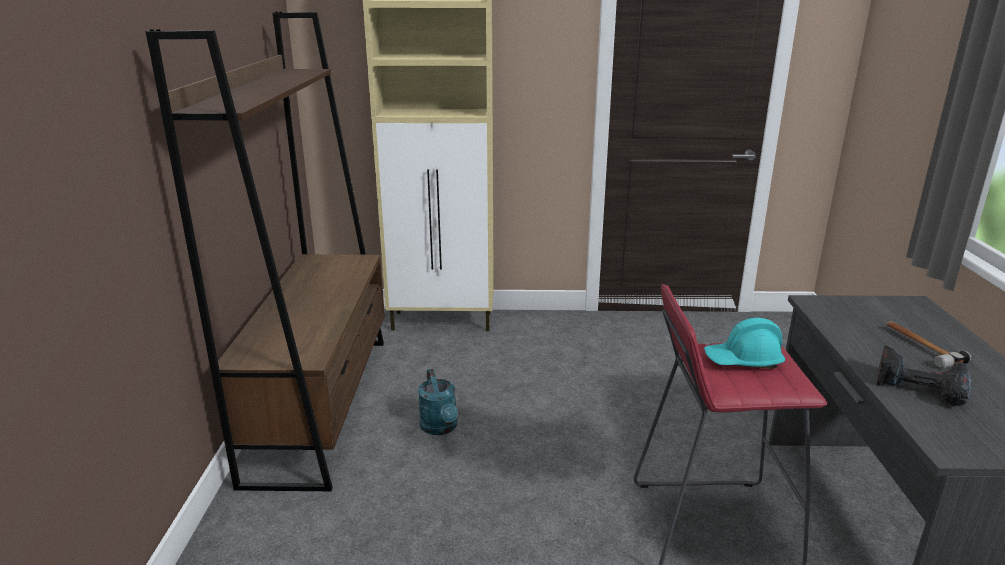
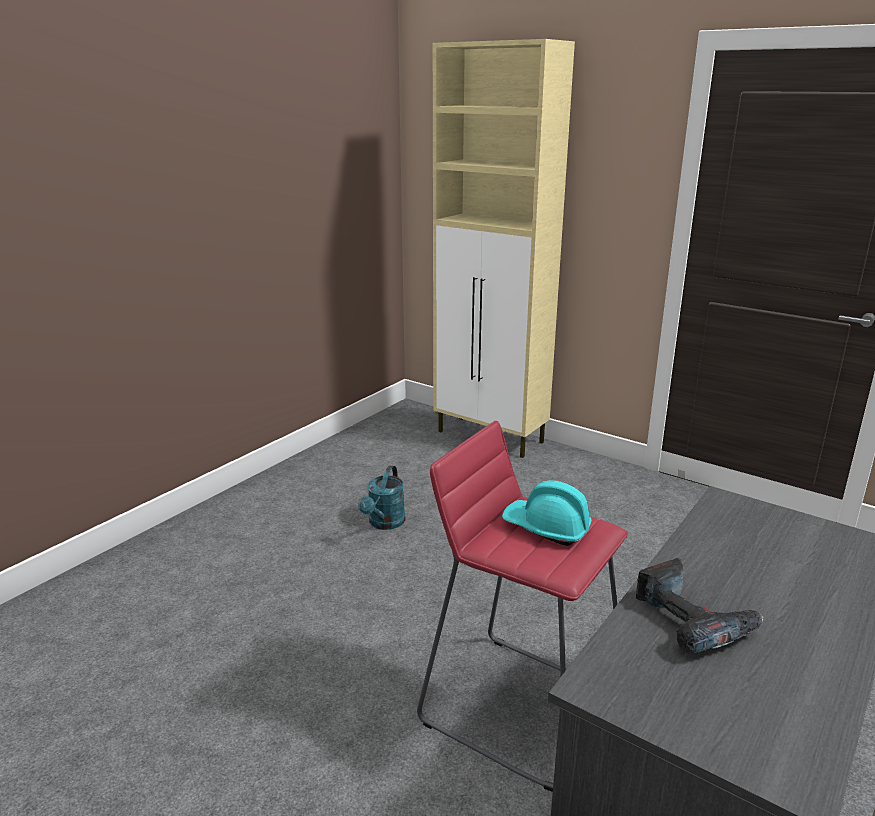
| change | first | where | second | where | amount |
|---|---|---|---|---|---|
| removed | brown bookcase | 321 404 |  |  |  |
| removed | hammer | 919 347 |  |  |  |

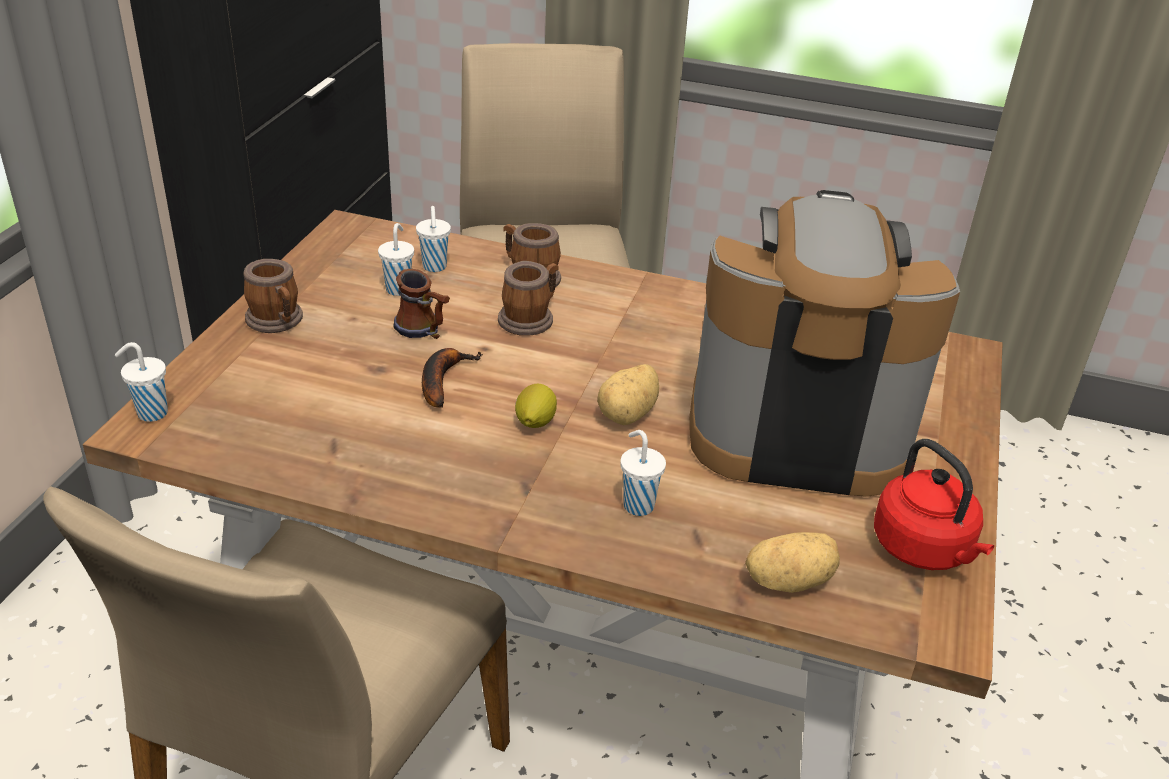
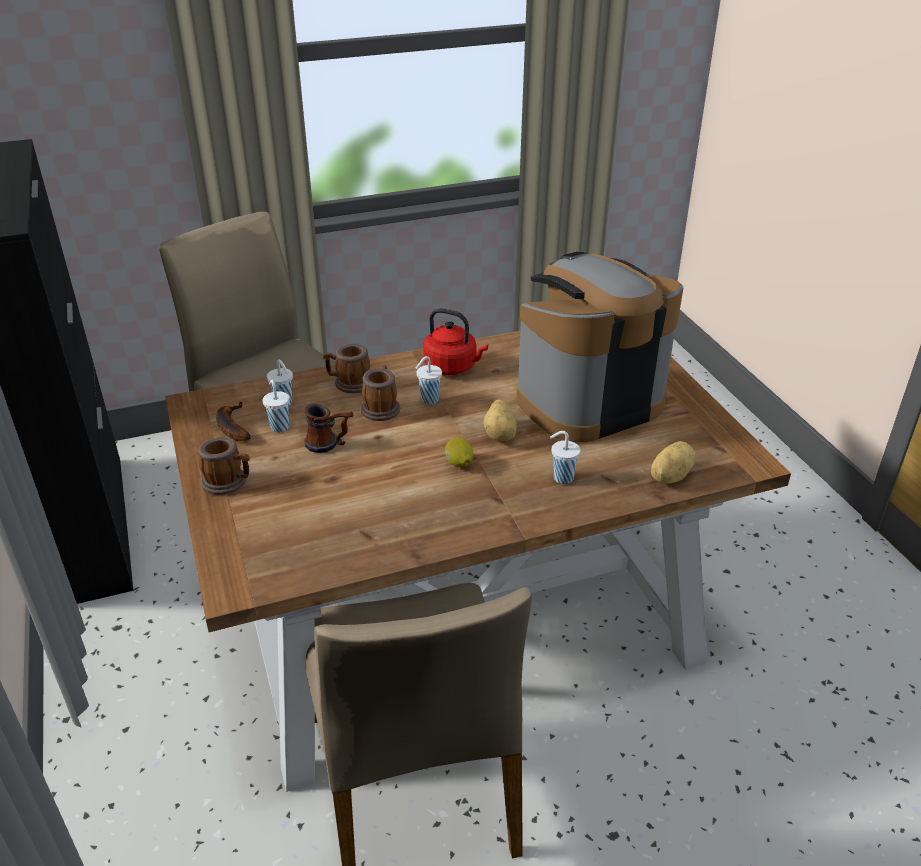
| change | first | where | second | where | amount |
|---|---|---|---|---|---|
| moved | white cup | 150 413 |  | 428 400 |  |
| moved | banana | 442 380 |  | 231 426 |  |
| moved | red kettle | 925 549 |  | 453 367 |  |

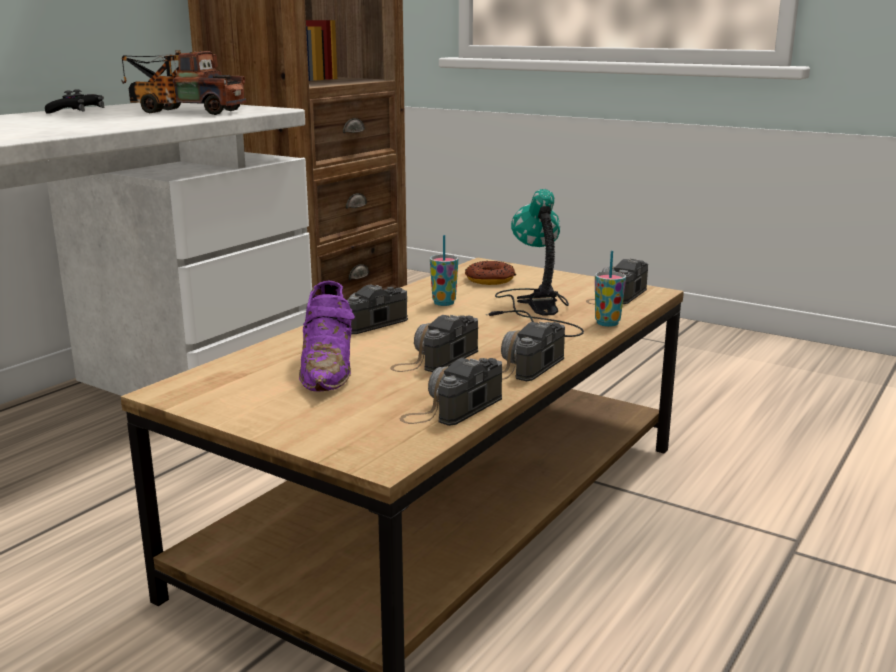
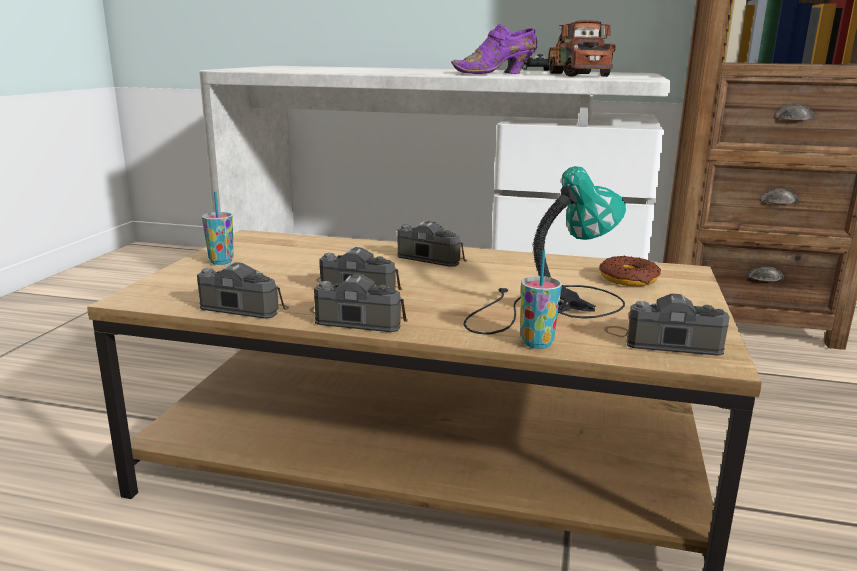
| change | first | where | second | where | amount |
|---|---|---|---|---|---|
| moved | purple shoe | 328 368 |  | 497 73 |  |
| moved | cup | 444 303 |  | 221 262 |  |

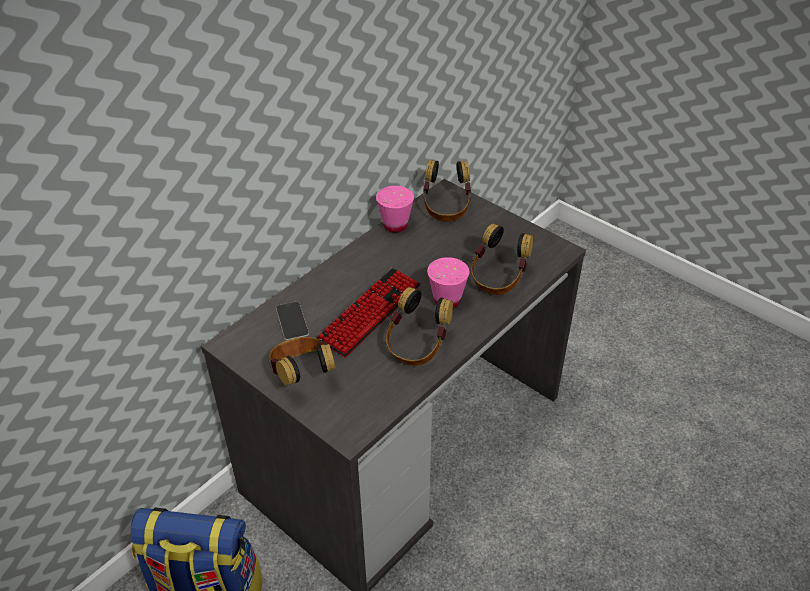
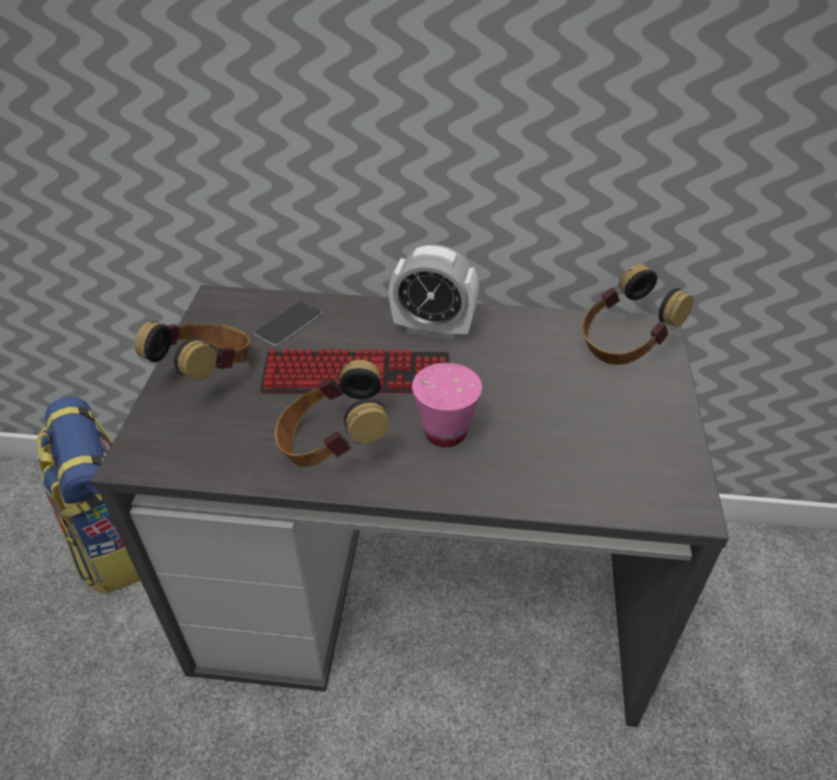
| change | first | where | second | where | amount |
|---|---|---|---|---|---|
| removed | pink cup | 395 225 |  |  |  |
| removed | headphones | 498 278 |  |  |  |
| added |  |  | alarm clock | 433 329 |  |

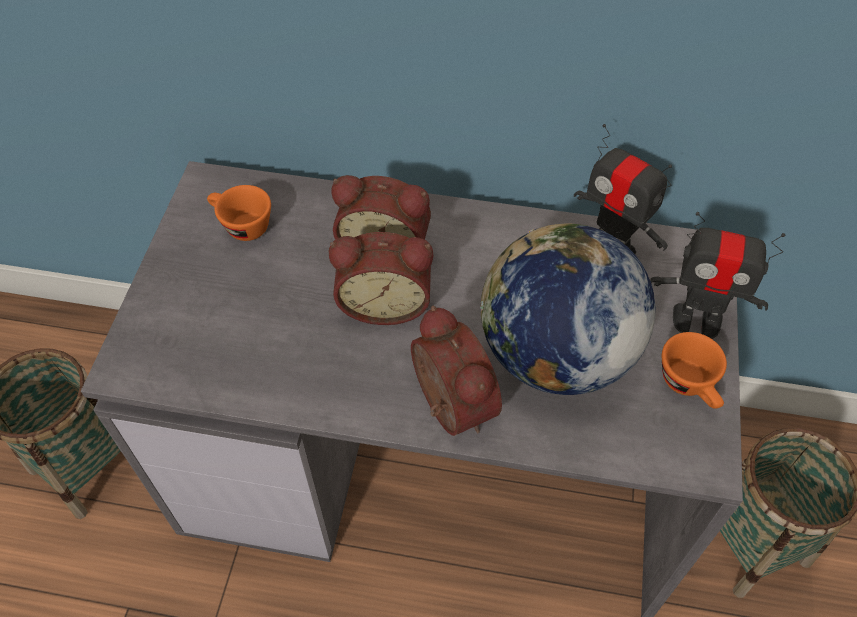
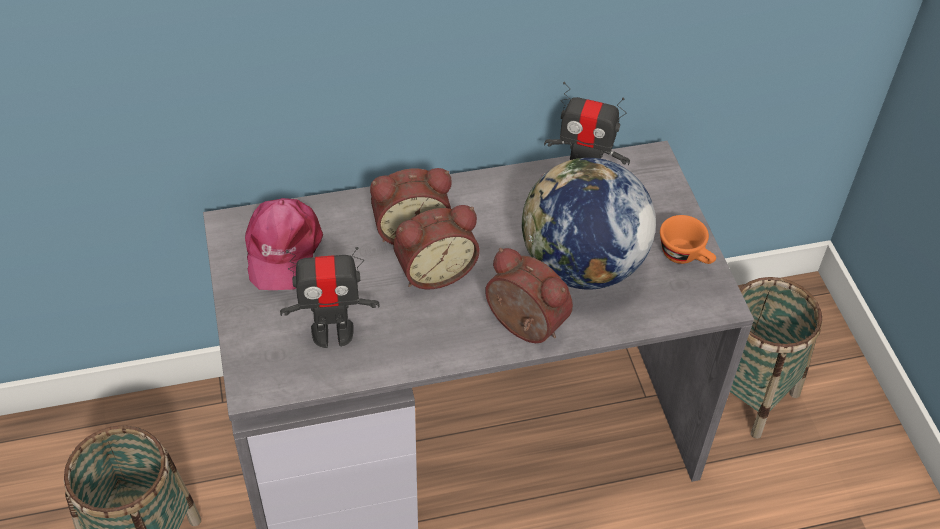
| change | first | where | second | where | amount |
|---|---|---|---|---|---|
| replaced | orange cup | 241 225 | pink cap | 282 249 |  |
| moved | toy robot | 696 320 |  | 332 332 |  |

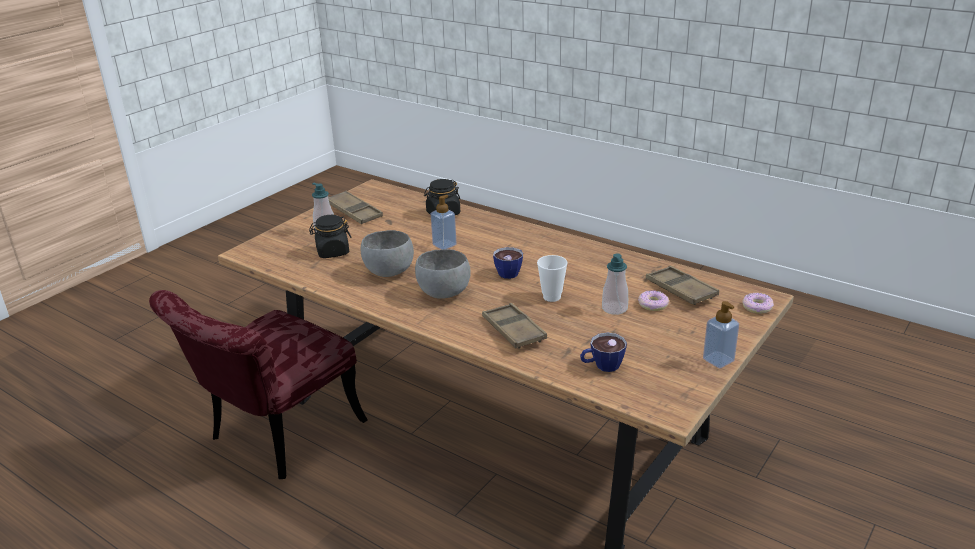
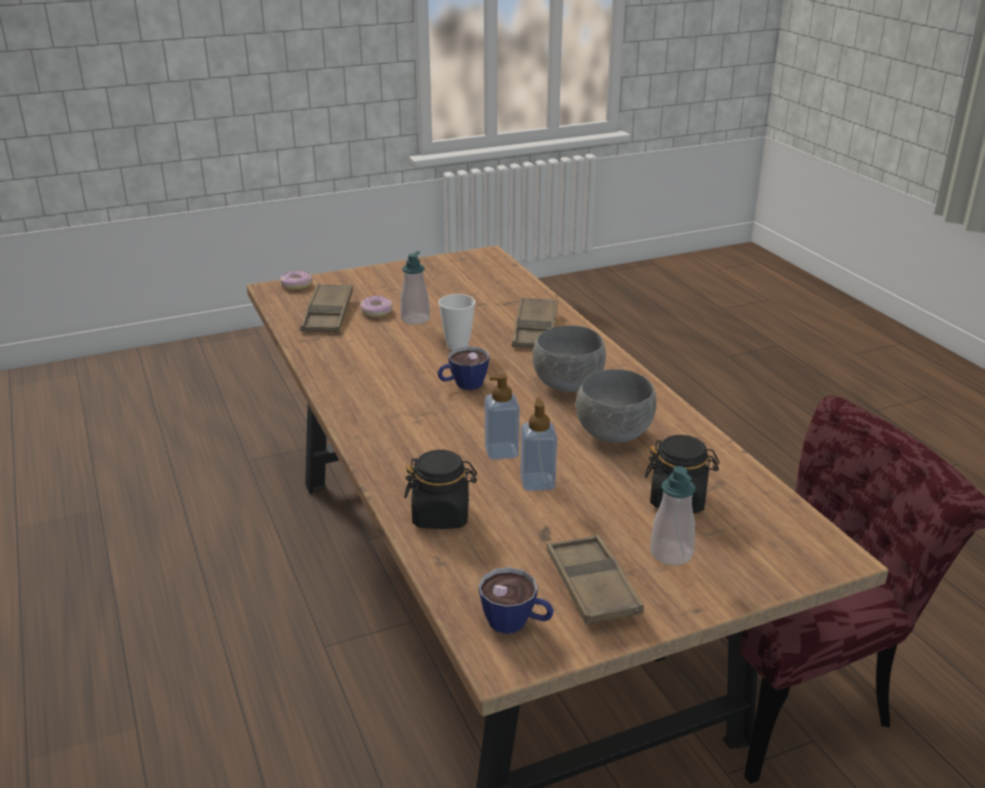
| change | first | where | second | where | amount |
|---|---|---|---|---|---|
| moved | cup | 602 366 |  | 516 623 |  |
| moved | soap dispenser | 718 360 |  | 537 482 |  |

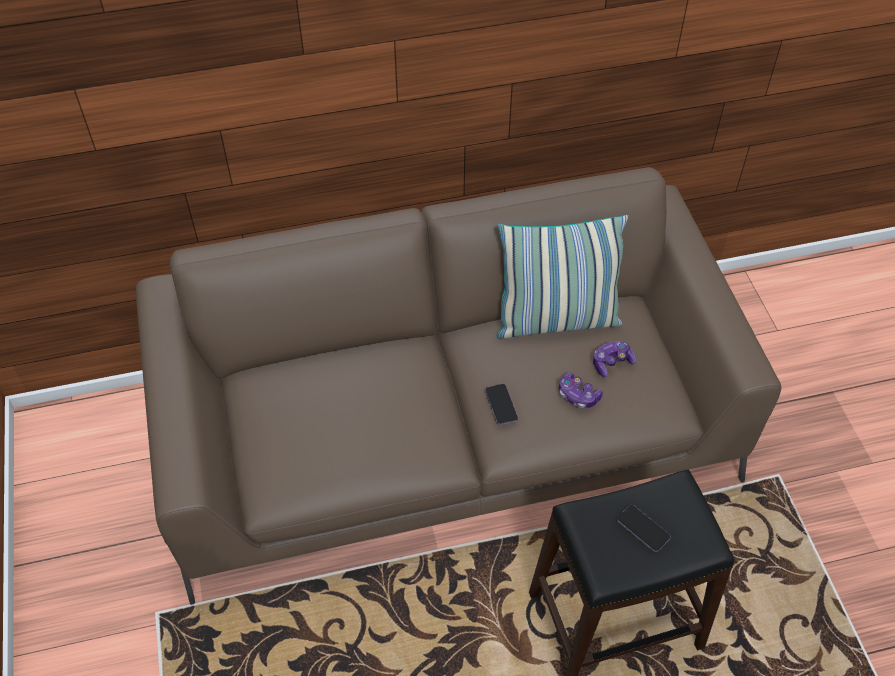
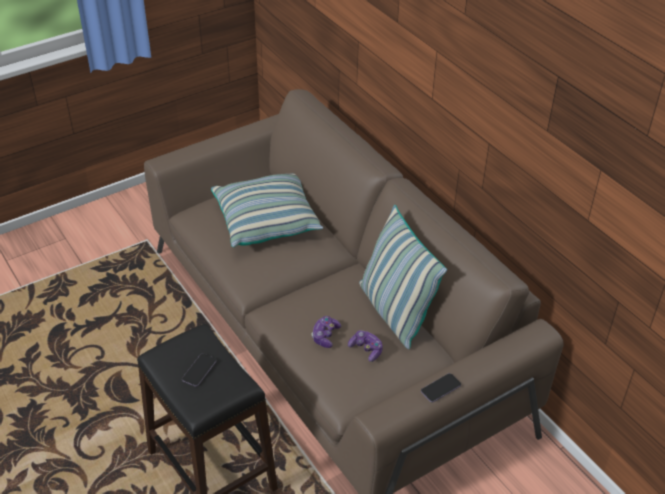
| change | first | where | second | where | amount |
|---|---|---|---|---|---|
| moved | phone | 501 405 |  | 440 388 |  |
| added |  |  | pillow | 267 221 |  |

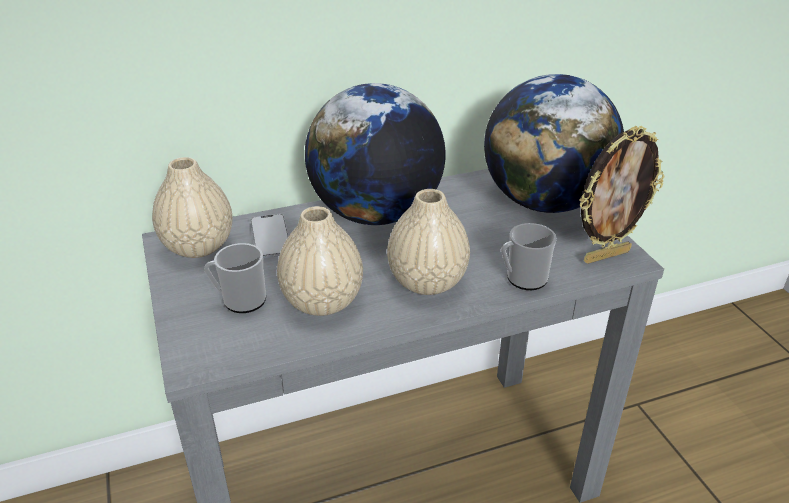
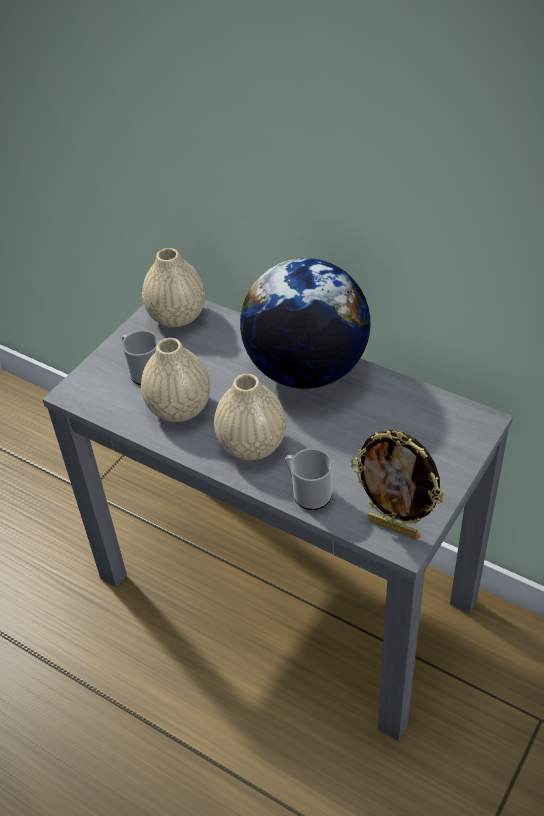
| change | first | where | second | where | amount |
|---|---|---|---|---|---|
| removed | phone | 270 237 |  |  |  |
| removed | globe | 545 202 |  |  |  |

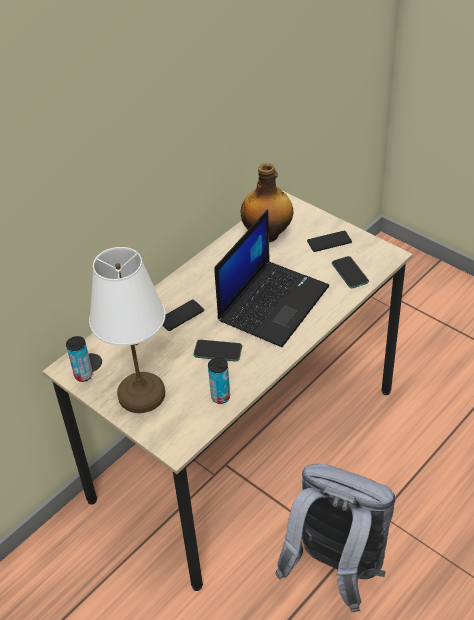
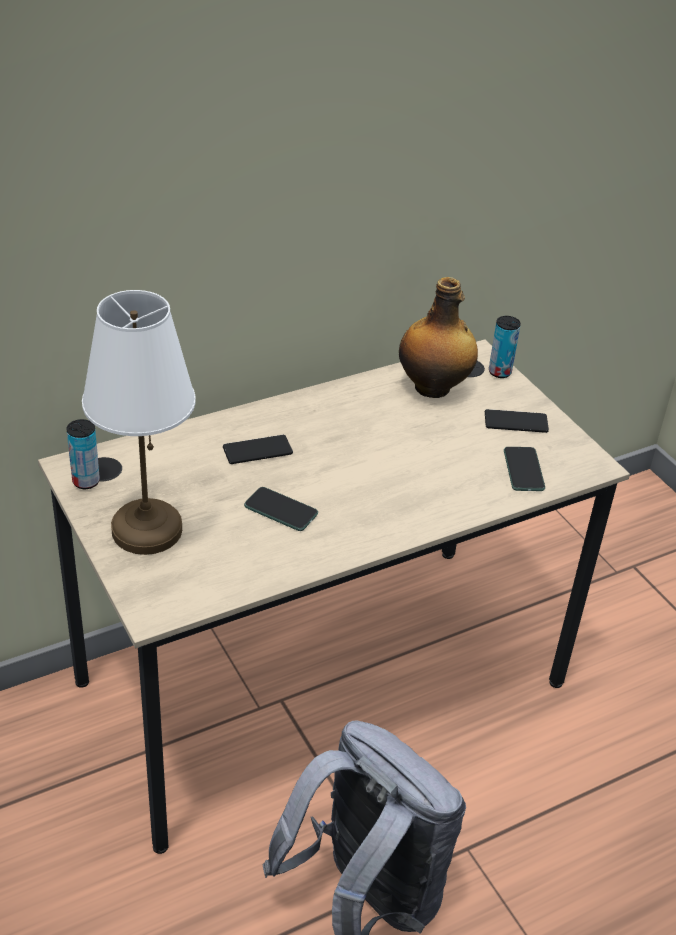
| change | first | where | second | where | amount |
|---|---|---|---|---|---|
| moved | can | 220 397 |  | 499 372 |  |
| removed | laptop | 273 302 |  |  |  |

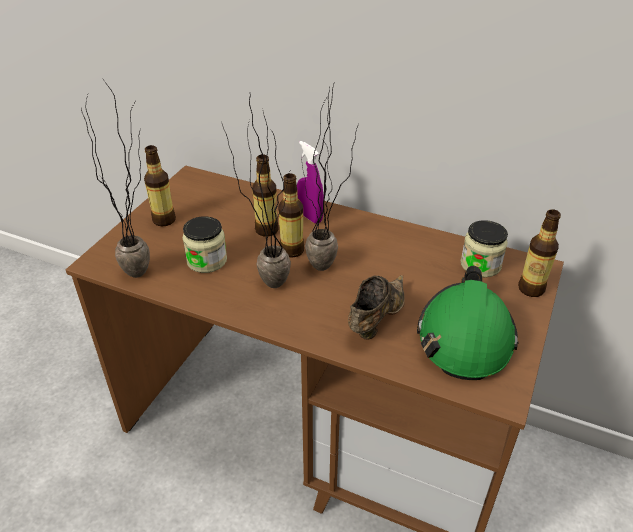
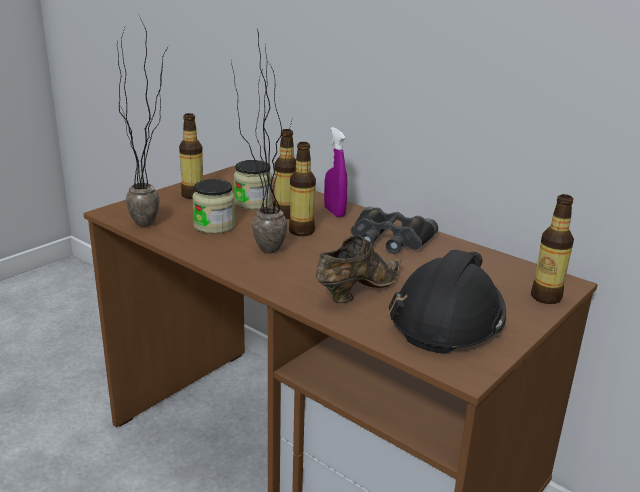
| change | first | where | second | where | amount |
|---|---|---|---|---|---|
| removed | potted plant | 326 272 |  |  |  |
| recoloured | green hard hat | 465 336 | black hard hat | 447 319 |  |
| moved | jar | 480 265 |  | 253 203 |  |
| added |  |  | black binoculars | 389 239 |  |

